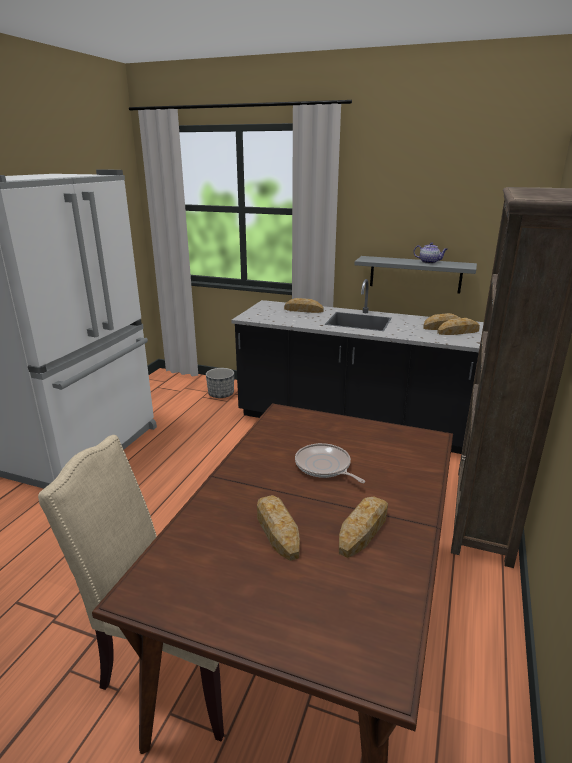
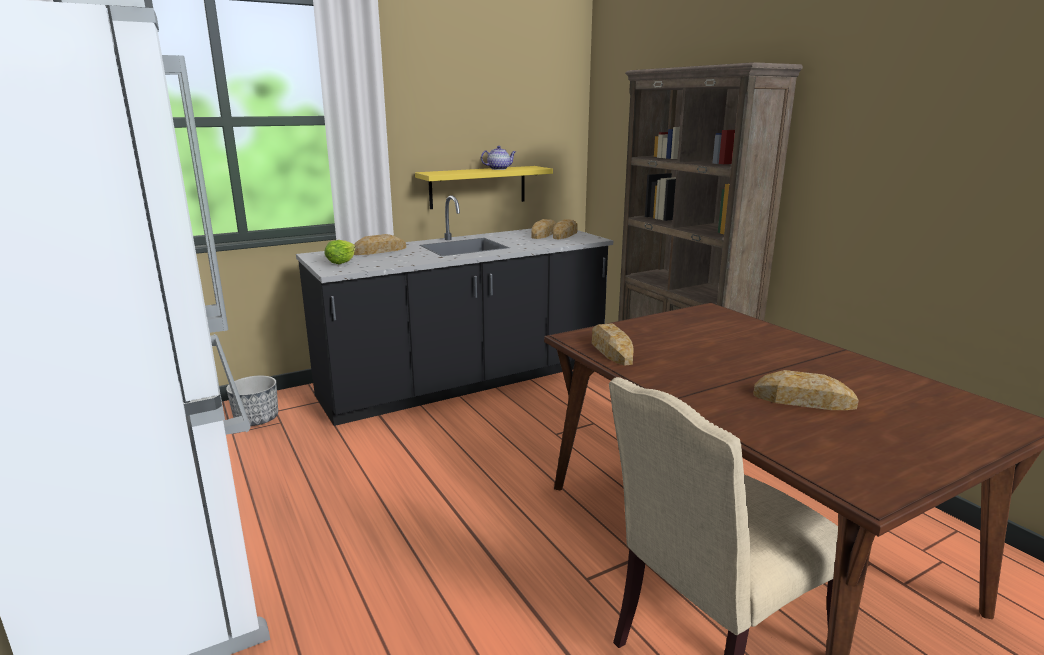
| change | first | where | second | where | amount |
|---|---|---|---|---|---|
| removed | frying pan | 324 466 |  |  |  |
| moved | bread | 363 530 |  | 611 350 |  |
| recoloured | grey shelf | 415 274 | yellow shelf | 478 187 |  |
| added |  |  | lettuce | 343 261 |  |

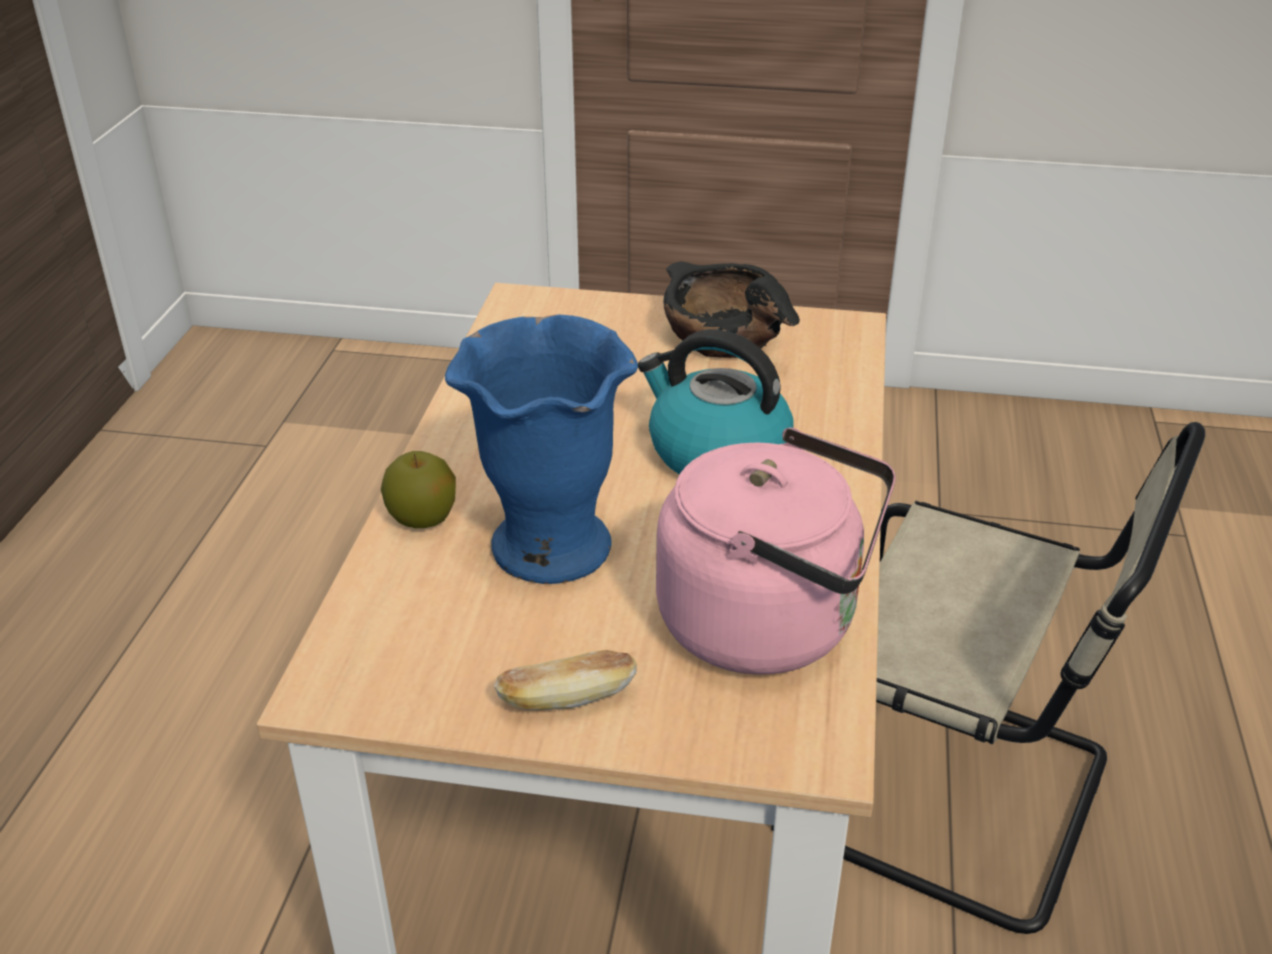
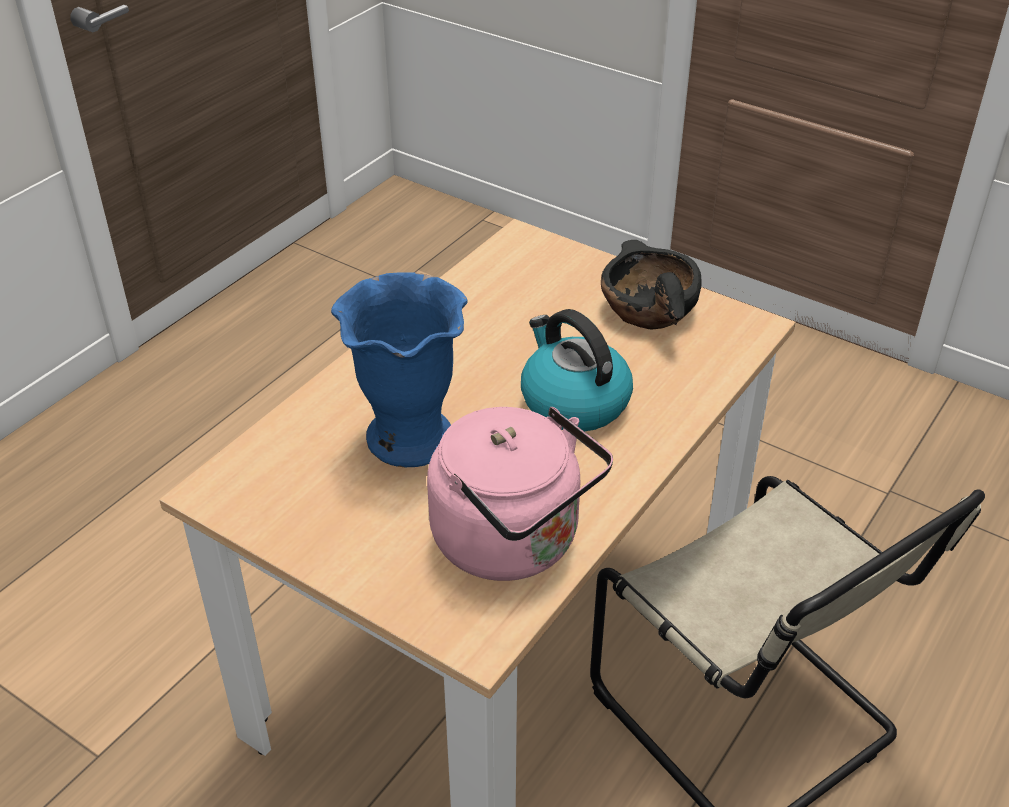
| change | first | where | second | where | amount |
|---|---|---|---|---|---|
| removed | apple | 422 519 |  |  |  |
| removed | bread | 567 699 |  |  |  |

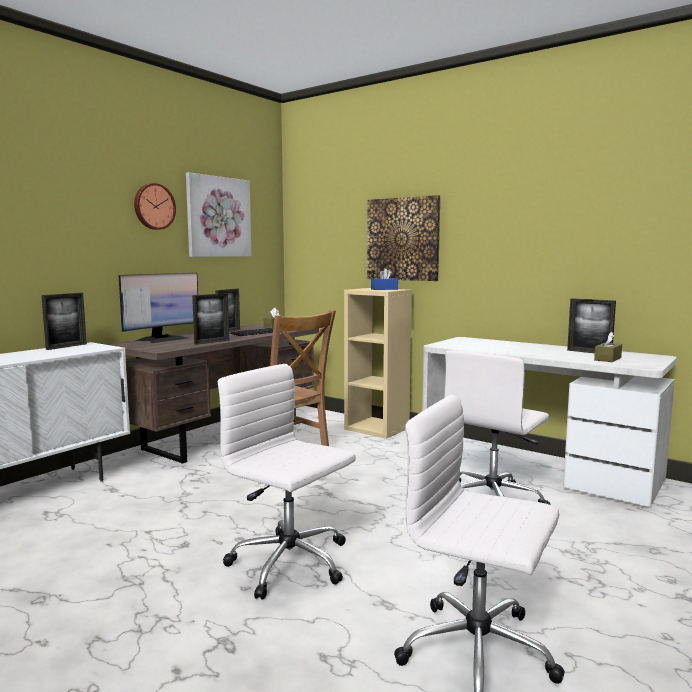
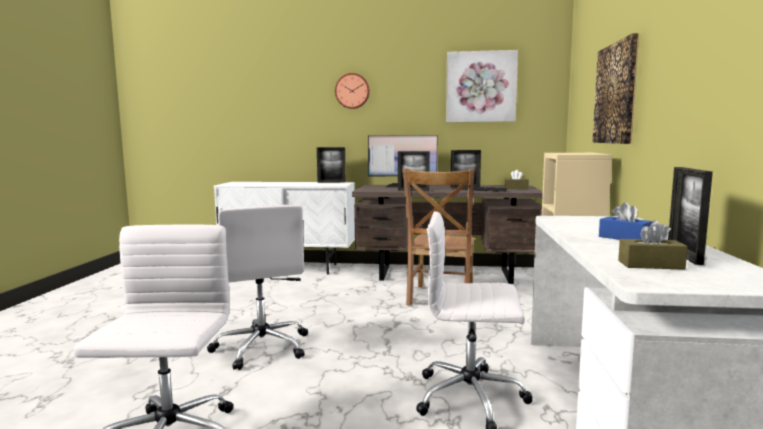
| change | first | where | second | where | amount |
|---|---|---|---|---|---|
| moved | wall clock | 153 206 |  | 352 91 |  |
| turned | white office chair | 291 564 |  | 262 347 | 150 degrees clockwise |
| moved | blue tissue box | 384 289 |  | 624 238 |  |

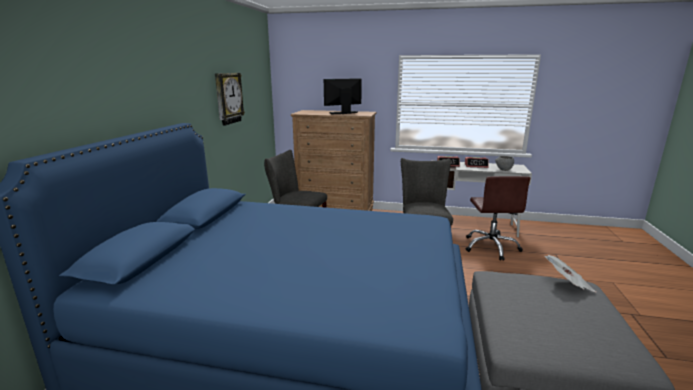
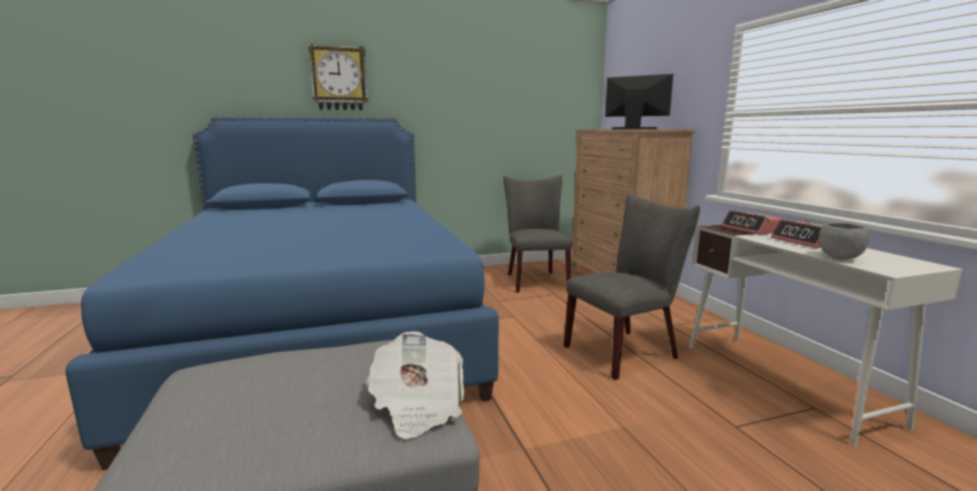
| change | first | where | second | where | amount |
|---|---|---|---|---|---|
| moved | wall clock | 228 98 |  | 339 78 |  |
| removed | brown office chair | 491 247 |  |  |  |

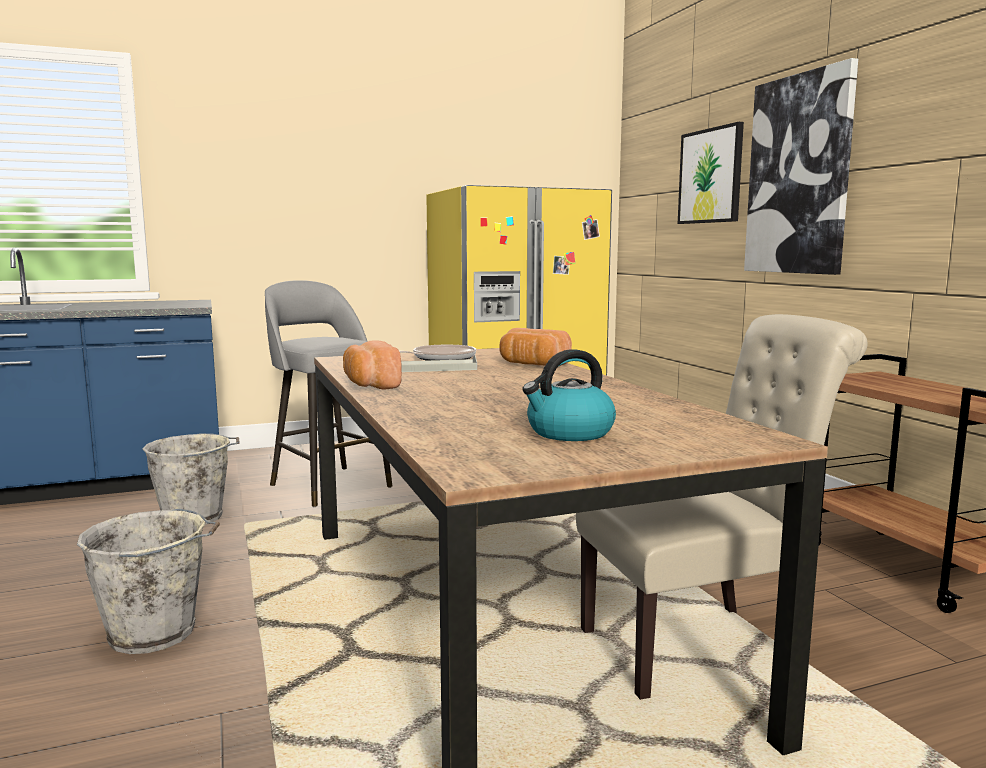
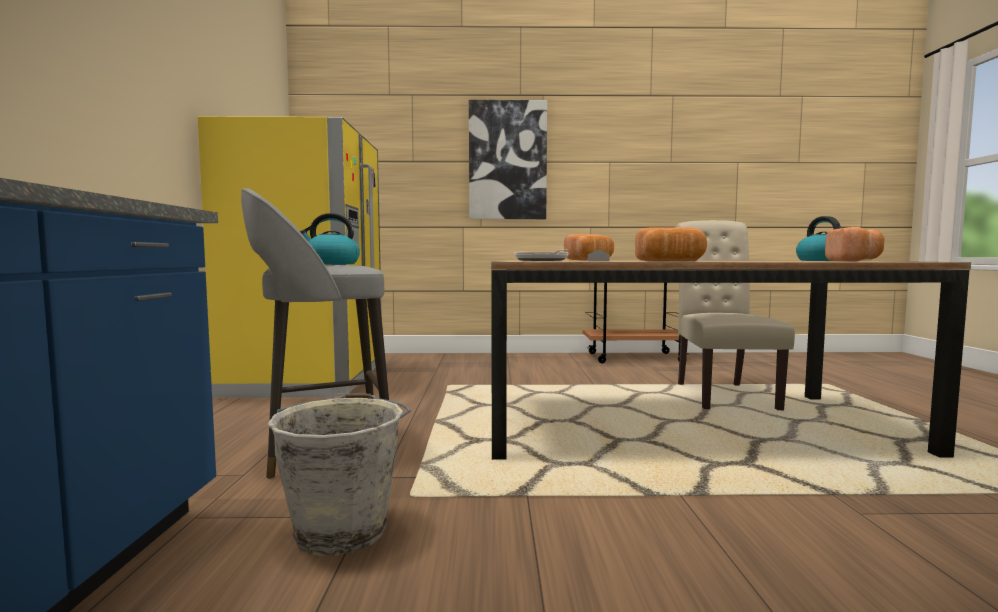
| change | first | where | second | where | amount |
|---|---|---|---|---|---|
| removed | grey bucket | 156 633 |  |  |  |
| removed | picture | 710 176 |  |  |  |
| added |  |  | kettle | 331 264 |  |
| added |  |  | bread | 854 261 |  |

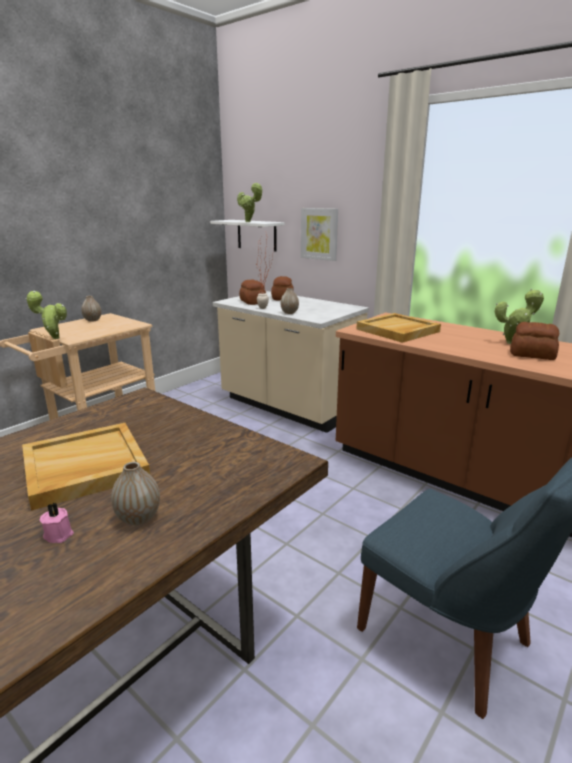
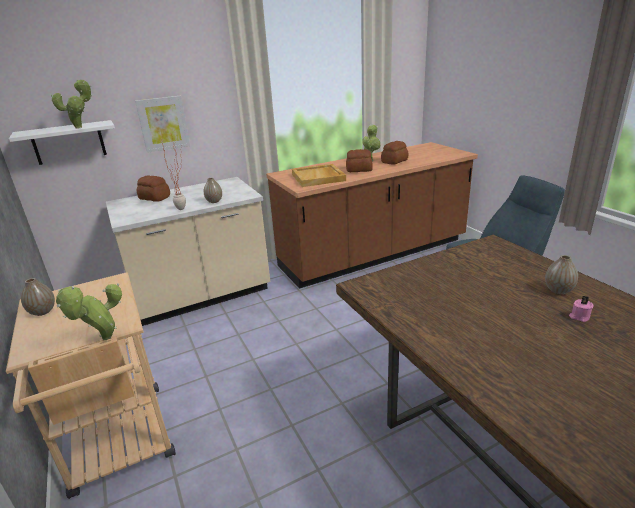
| change | first | where | second | where | amount |
|---|---|---|---|---|---|
| removed | beige tray | 84 467 |  |  |  |
| moved | bread | 253 302 |  | 358 170 |  |

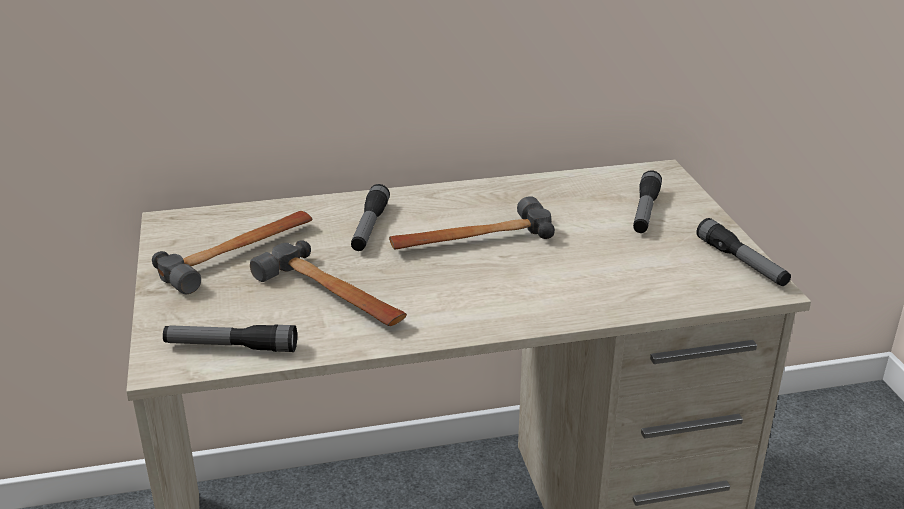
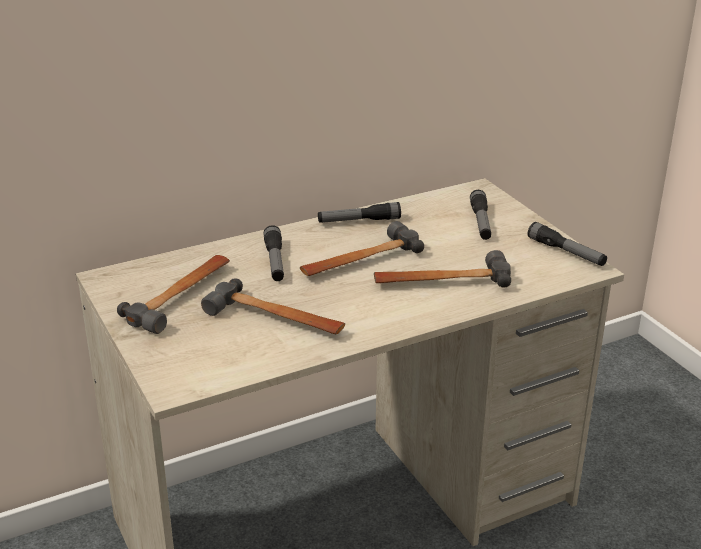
| change | first | where | second | where | amount |
|---|---|---|---|---|---|
| moved | flashlight | 231 347 |  | 359 221 |  |
| added |  |  | hammer | 441 281 |  |

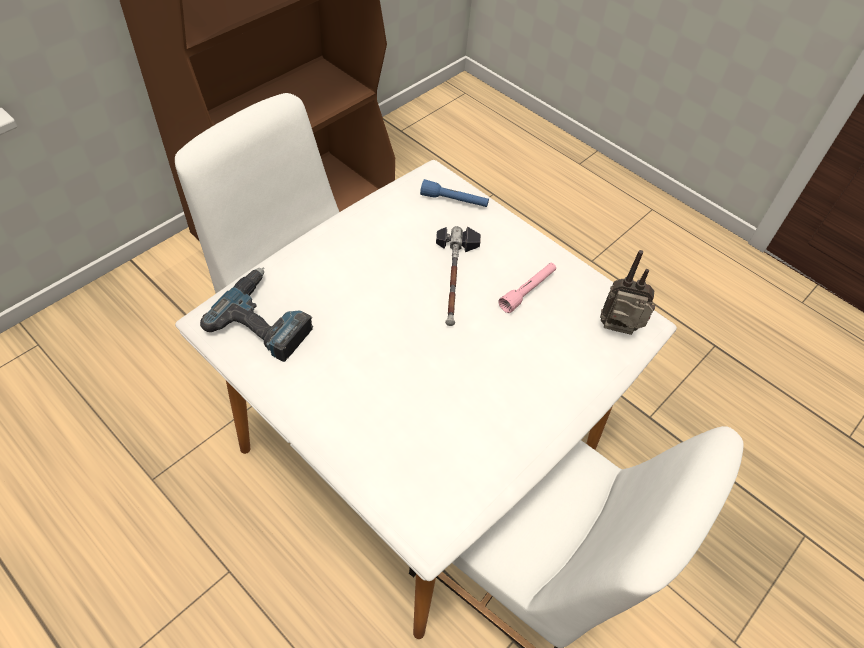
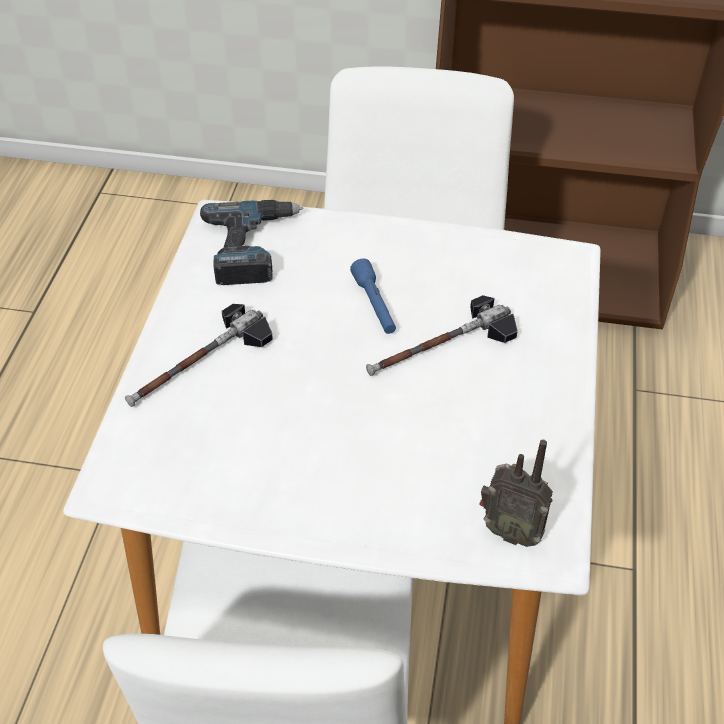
| change | first | where | second | where | amount |
|---|---|---|---|---|---|
| moved | blue flashlight | 454 200 |  | 374 305 |  |
| removed | pink flashlight | 528 291 |  |  |  |
| turned | radio | 618 332 |  | 510 530 | 135 degrees clockwise |
| added |  |  | hammer | 199 364 |  |

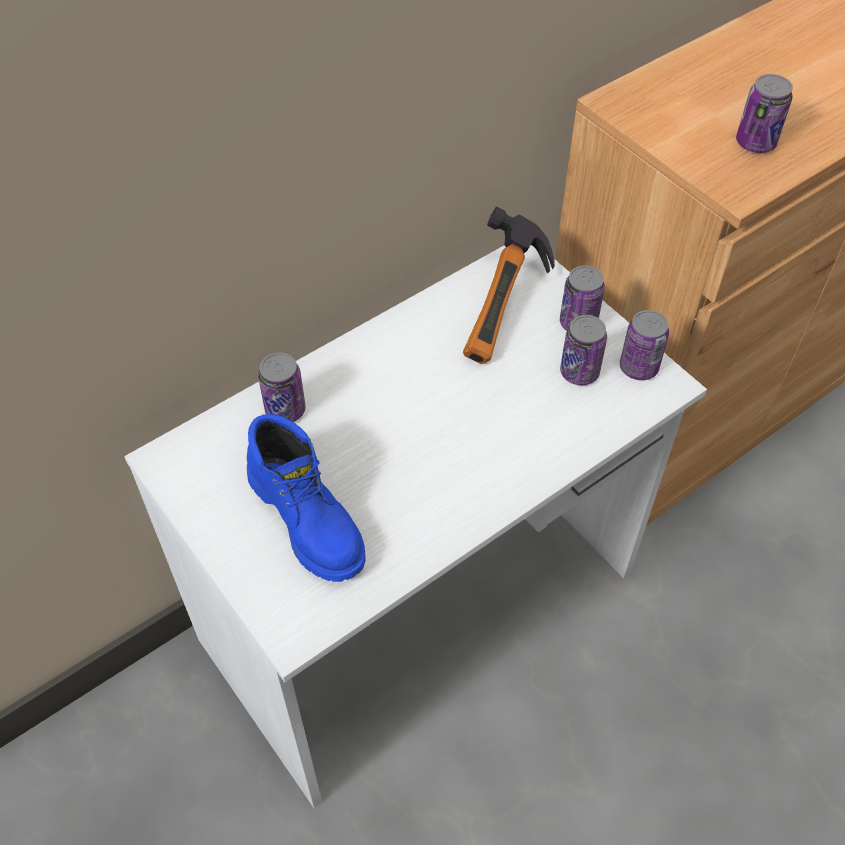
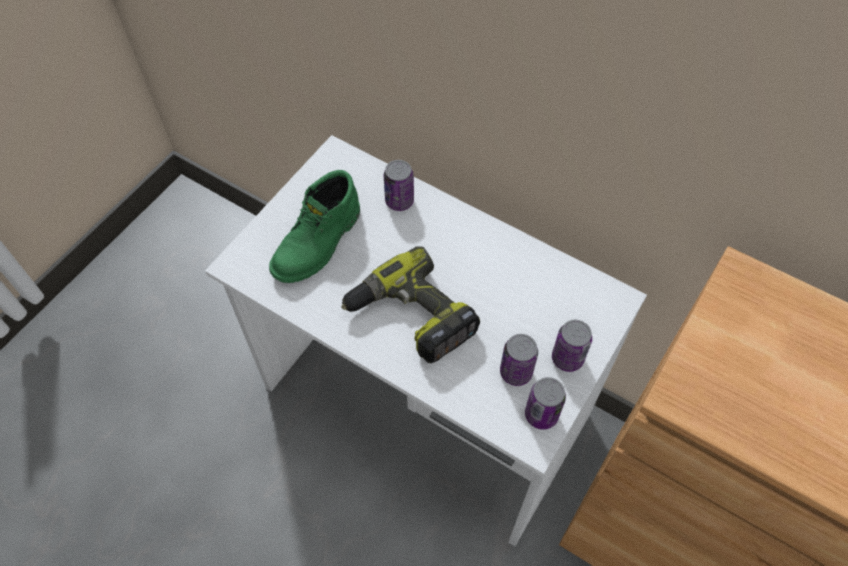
| change | first | where | second | where | amount |
|---|---|---|---|---|---|
| recoloured | blue boot | 309 518 | green boot | 319 244 |  |
| removed | hammer | 508 310 |  |  |  |
| removed | can | 755 143 |  |  |  |
| added |  |  | power drill | 410 317 |  |

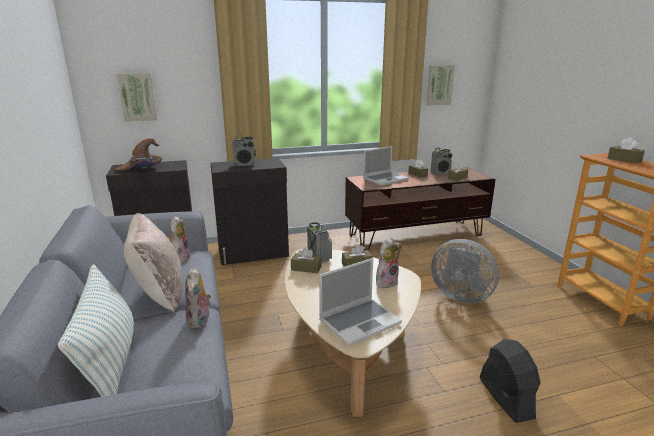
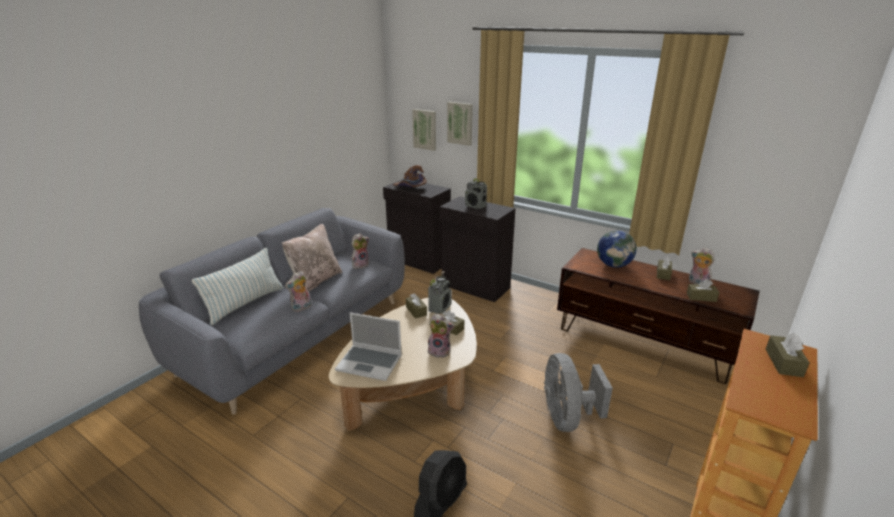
| change | first | where | second | where | amount |
|---|---|---|---|---|---|
| replaced | laptop | 385 179 | globe | 613 265 |  |
| moved | picture | 439 85 |  | 460 123 |  |
| replaced | radio | 440 173 | plush toy | 697 283 |  |

